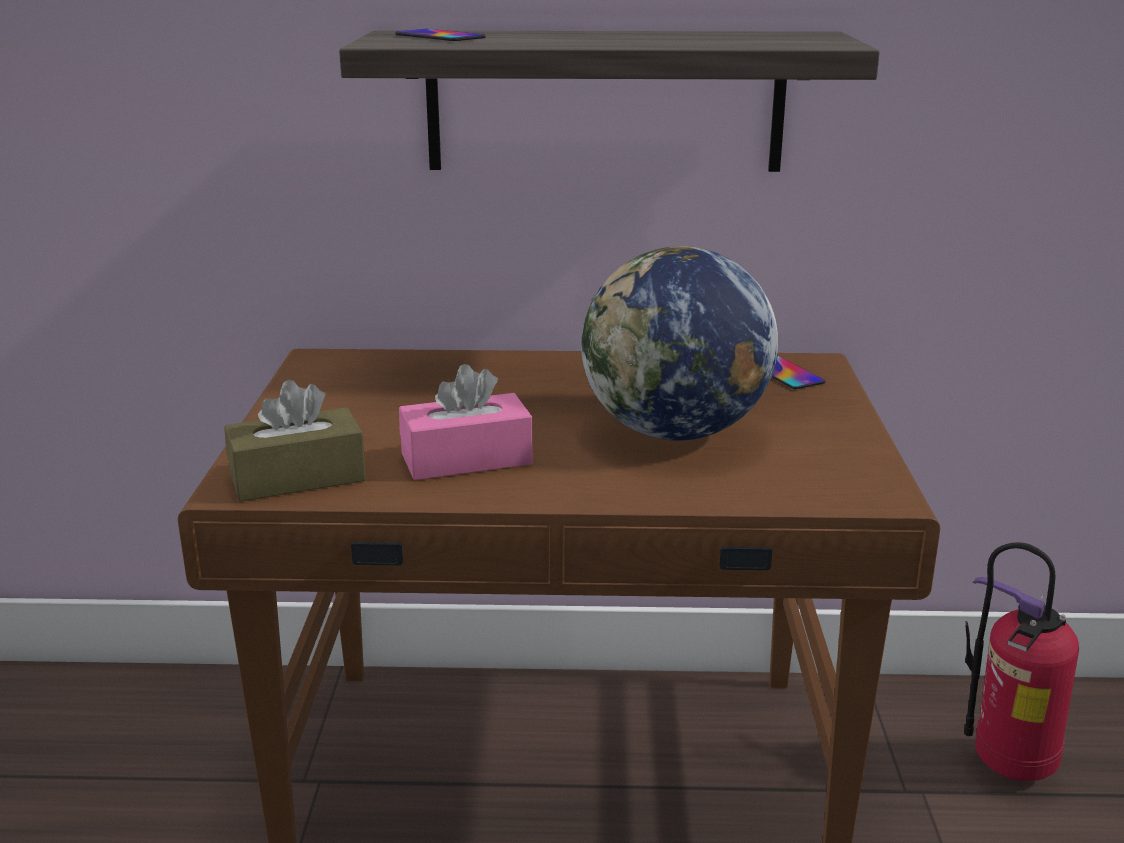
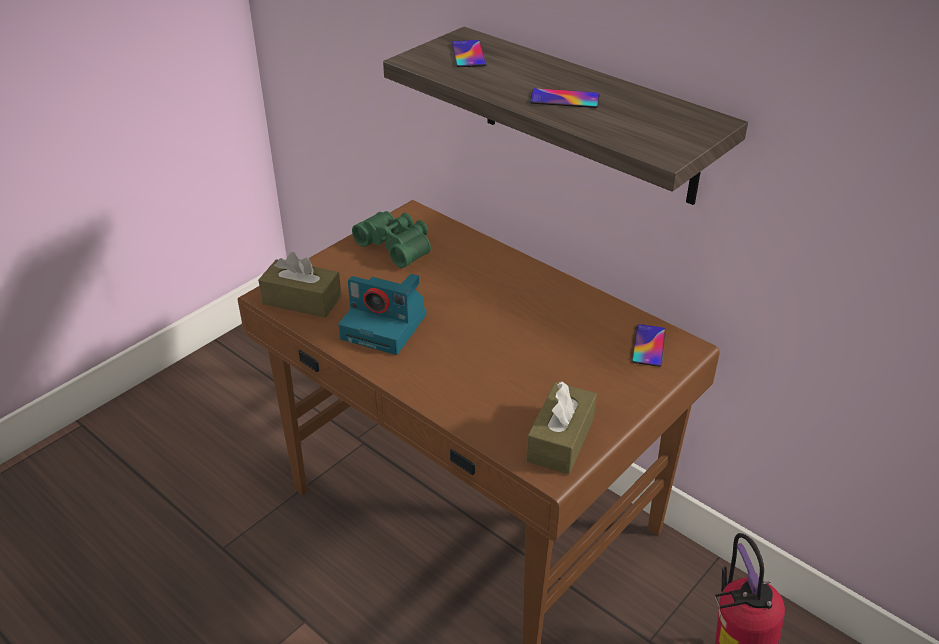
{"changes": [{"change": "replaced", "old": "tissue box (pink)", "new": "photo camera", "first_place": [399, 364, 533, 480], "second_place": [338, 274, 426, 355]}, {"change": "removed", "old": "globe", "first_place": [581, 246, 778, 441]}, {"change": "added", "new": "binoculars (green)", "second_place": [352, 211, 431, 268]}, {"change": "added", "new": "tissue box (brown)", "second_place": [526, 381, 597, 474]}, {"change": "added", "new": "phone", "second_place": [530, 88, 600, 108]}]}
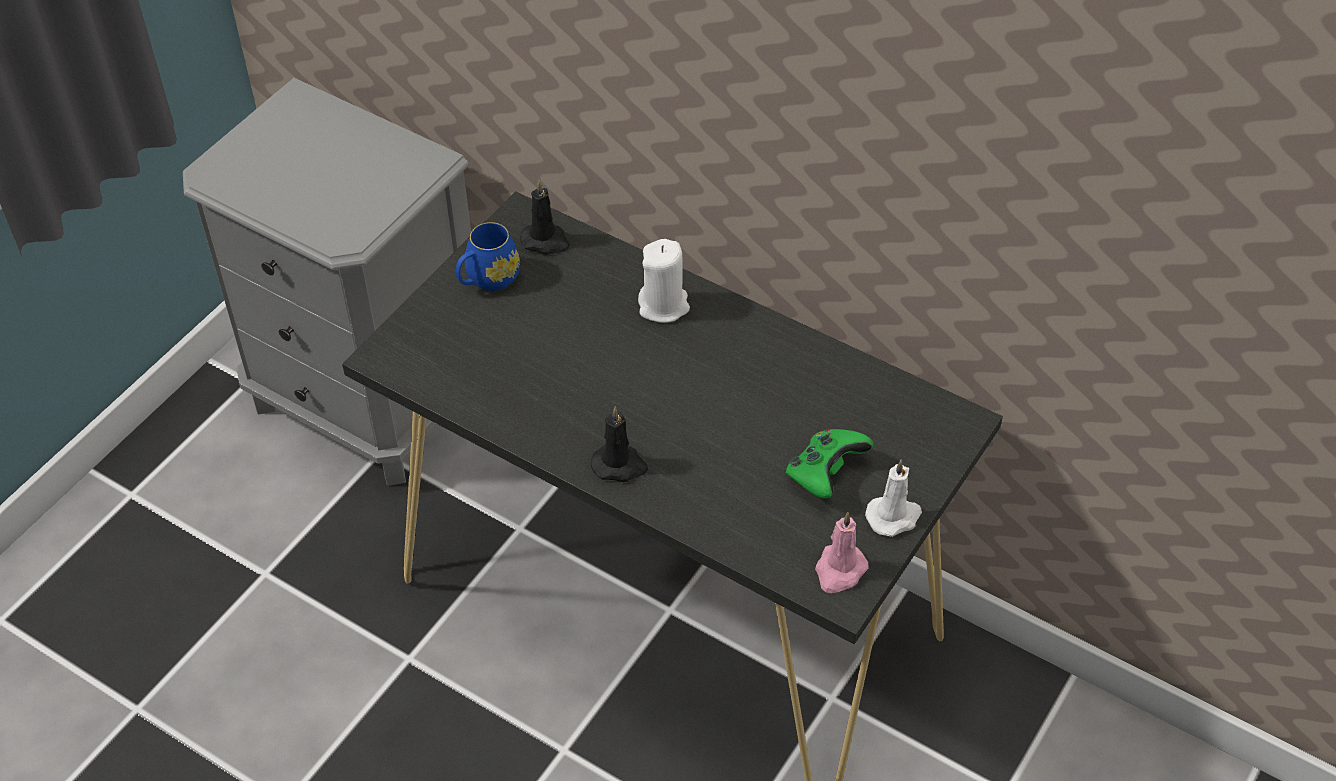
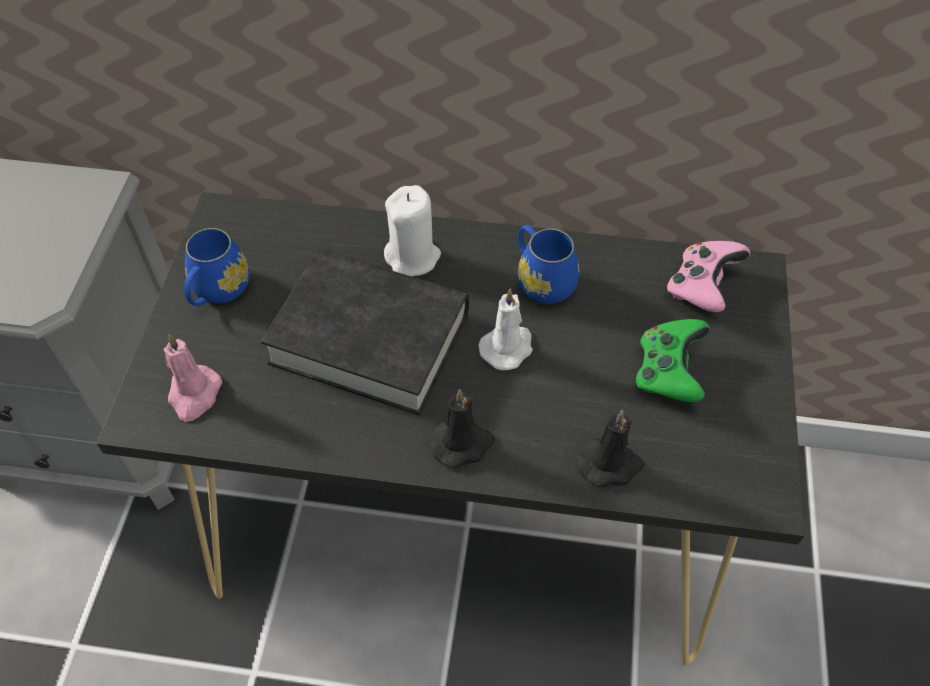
{"changes": [{"change": "moved", "old": "candle (black)", "first_place": [520, 180, 570, 255], "second_place": [578, 410, 644, 487]}, {"change": "moved", "old": "candle (pink)", "first_place": [815, 512, 868, 593], "second_place": [163, 334, 222, 422]}, {"change": "moved", "old": "candle (white)", "first_place": [865, 459, 922, 537], "second_place": [479, 288, 533, 370]}, {"change": "added", "new": "book (black)", "second_place": [261, 249, 469, 415]}, {"change": "added", "new": "mug (blue)", "second_place": [518, 225, 579, 304]}, {"change": "added", "new": "game controller (pink)", "second_place": [667, 241, 750, 312]}]}
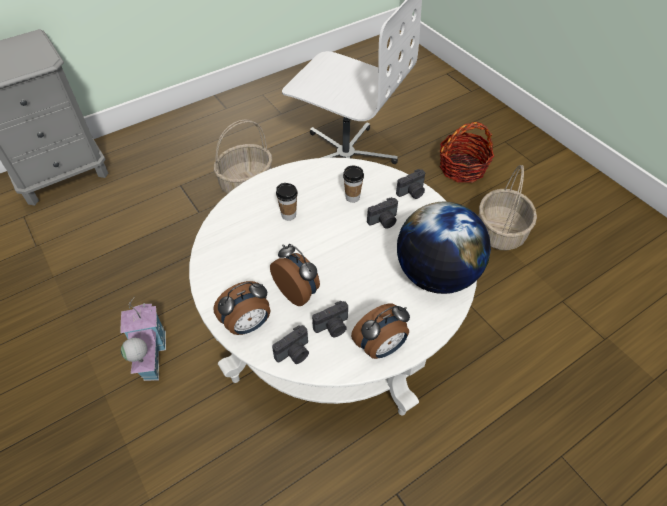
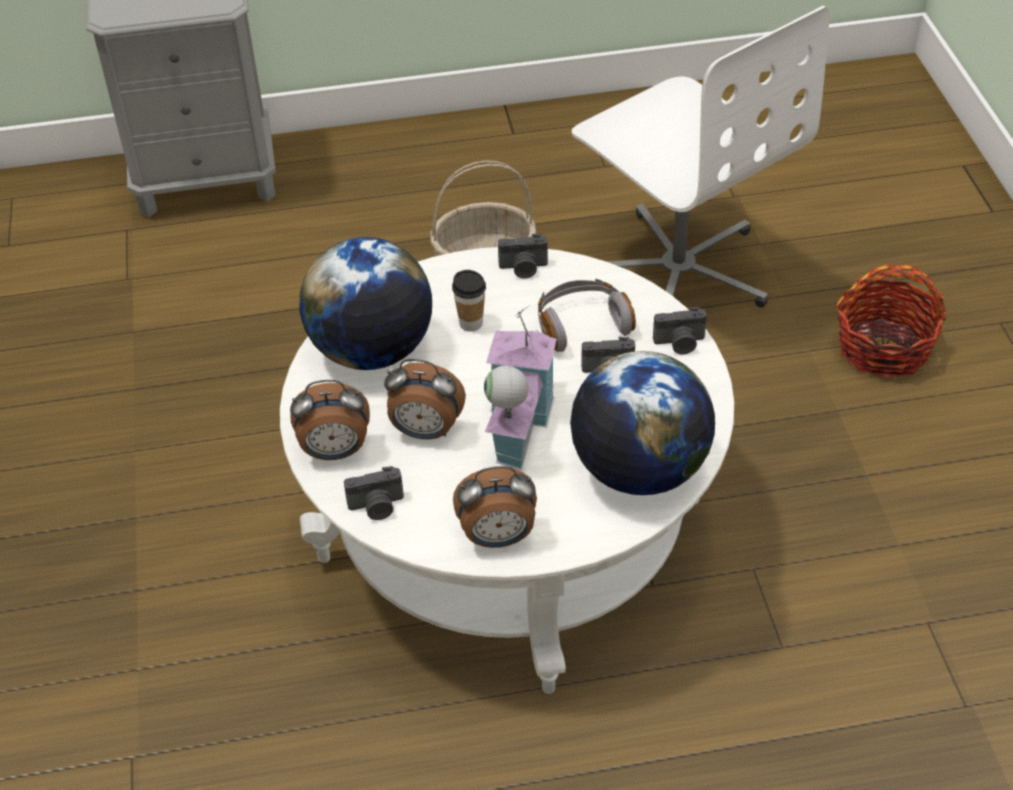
{"changes": [{"change": "moved", "old": "toy house", "first_place": [121, 298, 166, 381], "second_place": [484, 305, 556, 470]}, {"change": "turned", "old": "alarm clock", "first_place": [270, 244, 320, 306], "second_place": [384, 359, 466, 440], "degrees": 120}, {"change": "moved", "old": "photo camera", "first_place": [312, 301, 348, 337], "second_place": [498, 234, 548, 279]}, {"change": "replaced", "old": "cup", "new": "headphones (grey)", "first_place": [343, 166, 364, 203], "second_place": [538, 279, 636, 352]}, {"change": "removed", "old": "basket", "first_place": [478, 165, 537, 250]}, {"change": "added", "new": "globe", "second_place": [299, 237, 432, 370]}]}
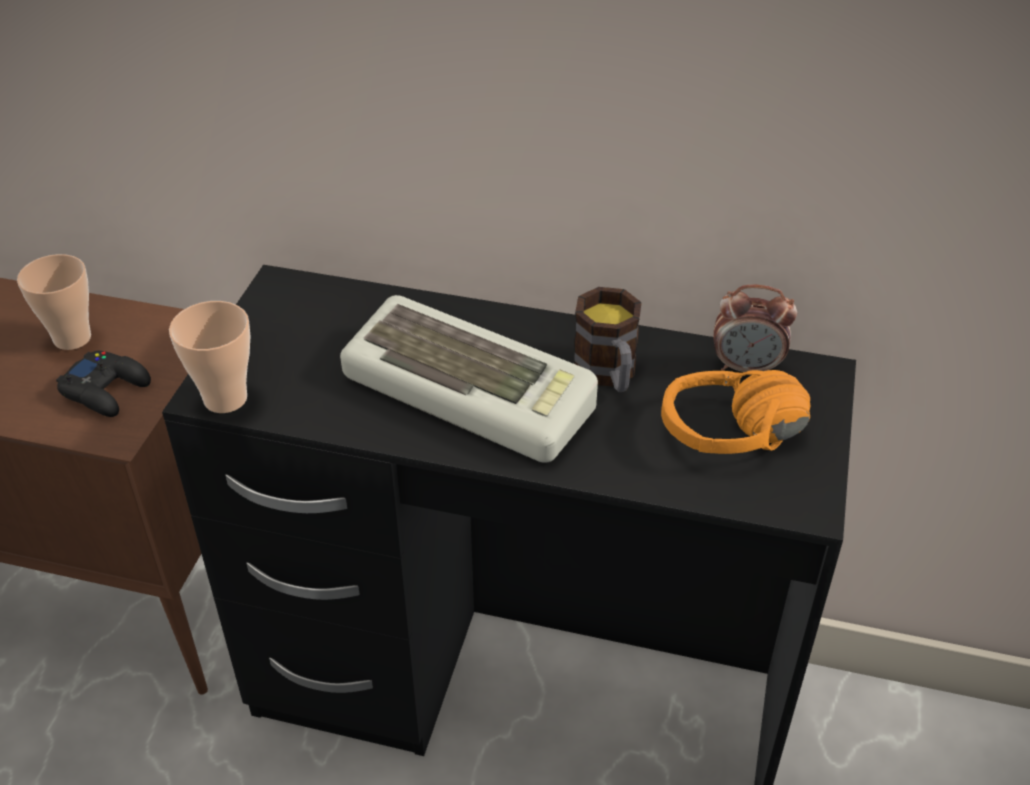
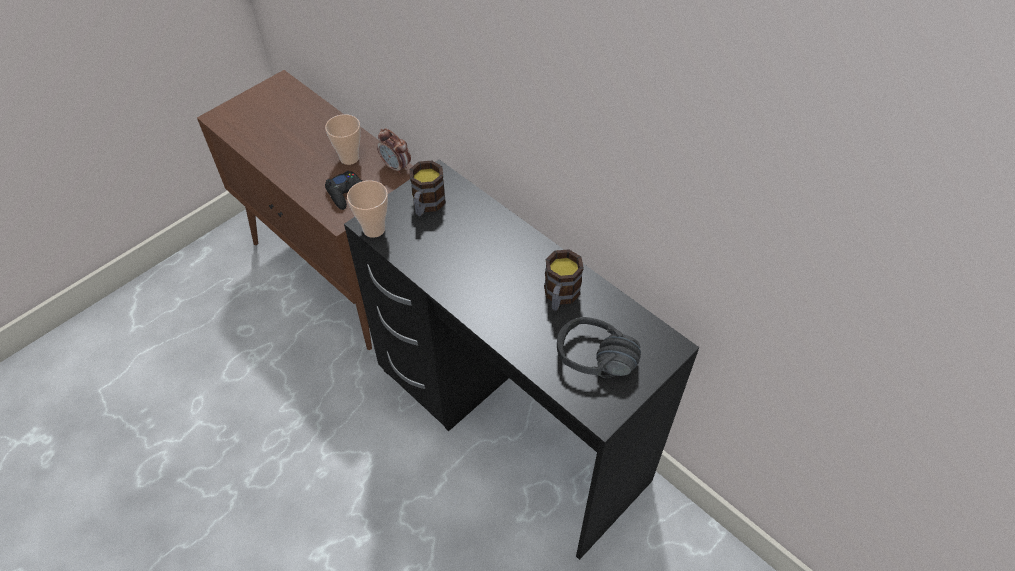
{"changes": [{"change": "removed", "old": "keyboard", "first_place": [340, 295, 598, 463]}, {"change": "recoloured", "old": "headphones (orange)", "new": "headphones (black)", "first_place": [661, 370, 811, 454], "second_place": [557, 317, 641, 378]}, {"change": "moved", "old": "alarm clock", "first_place": [713, 285, 797, 372], "second_place": [377, 128, 411, 174]}, {"change": "added", "new": "mug", "second_place": [409, 161, 446, 216]}]}
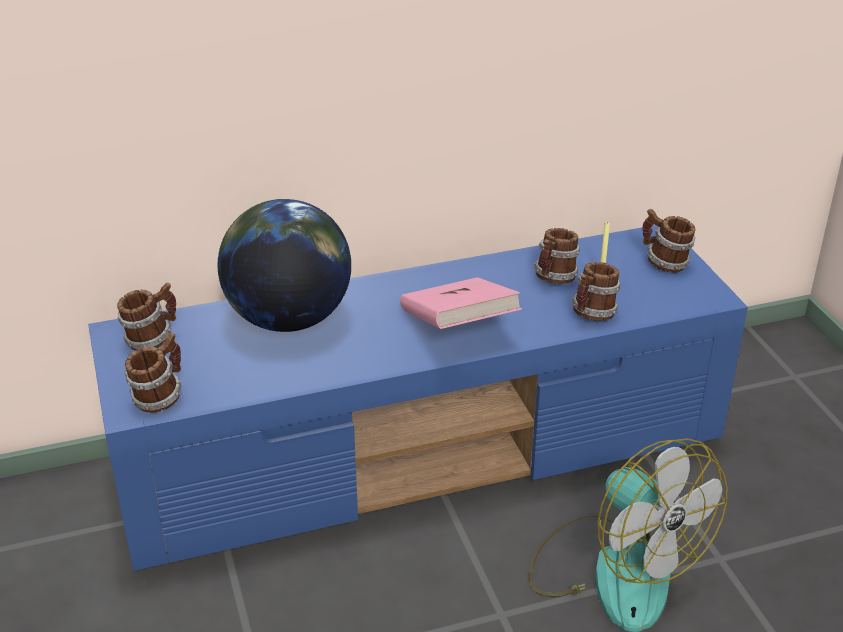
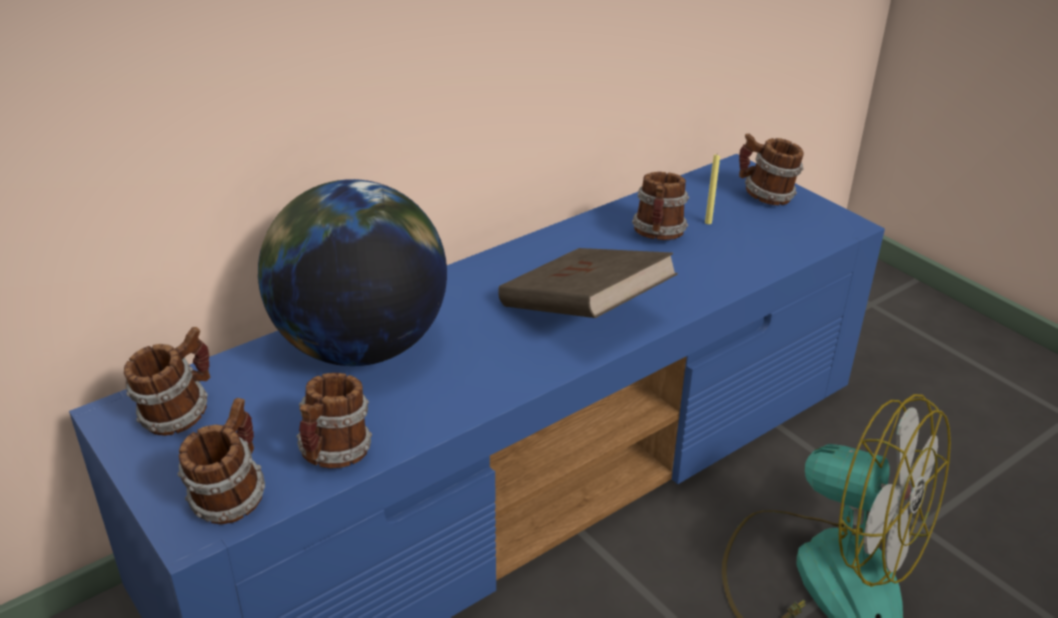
{"changes": [{"change": "recoloured", "old": "book (pink)", "new": "book (brown)", "first_place": [400, 277, 522, 329], "second_place": [498, 248, 678, 318]}, {"change": "moved", "old": "mug", "first_place": [572, 262, 621, 321], "second_place": [297, 373, 372, 468]}]}
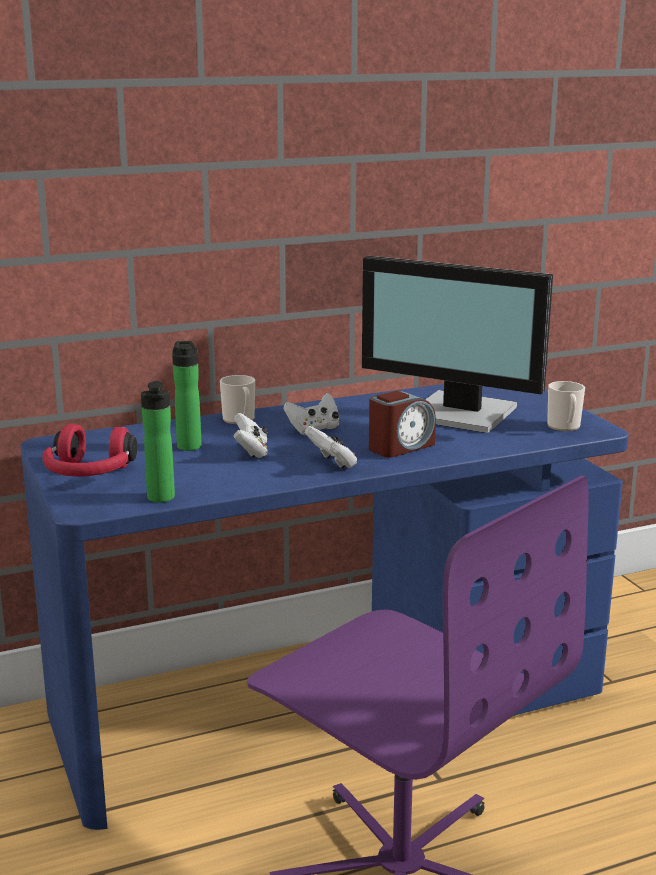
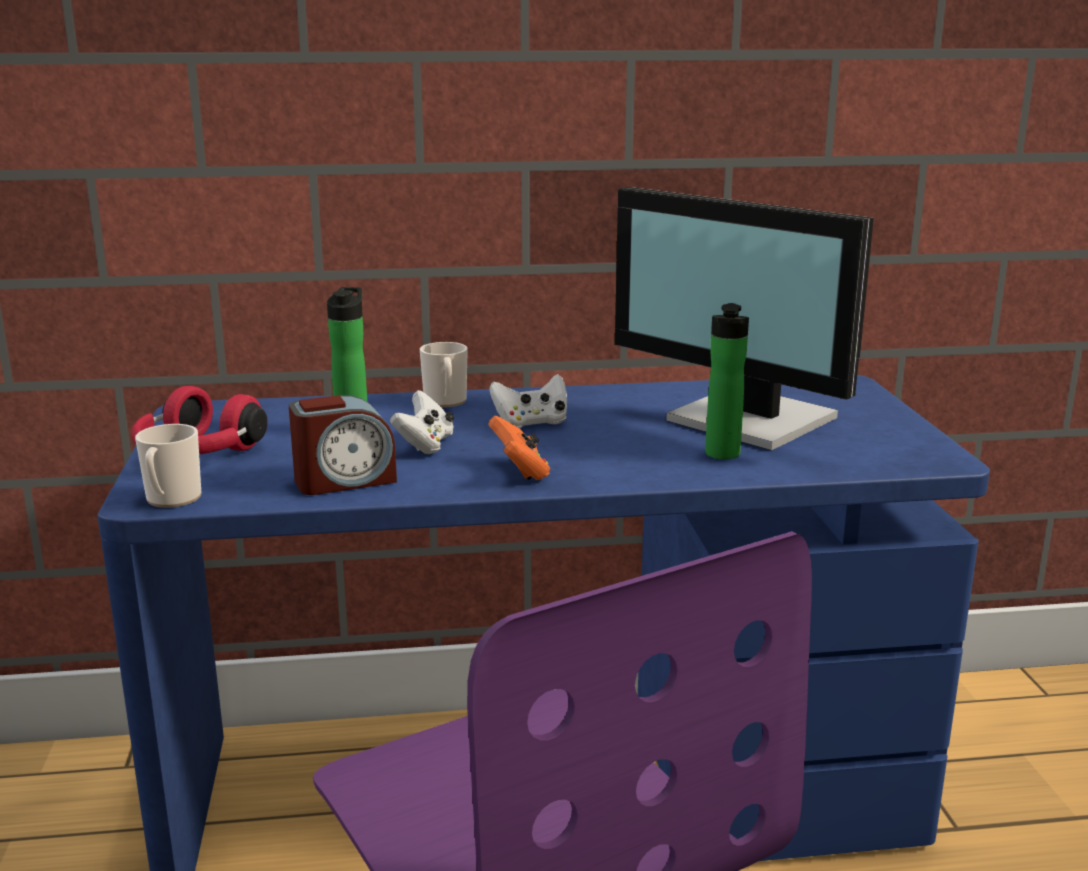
{"changes": [{"change": "moved", "old": "bottle", "first_place": [141, 381, 175, 503], "second_place": [705, 303, 749, 459]}, {"change": "recoloured", "old": "game controller (white)", "new": "game controller (orange)", "first_place": [305, 426, 357, 469], "second_place": [488, 416, 550, 480]}, {"change": "moved", "old": "alarm clock", "first_place": [369, 391, 436, 458], "second_place": [289, 395, 397, 495]}, {"change": "moved", "old": "mug", "first_place": [547, 381, 585, 431], "second_place": [135, 424, 201, 508]}]}
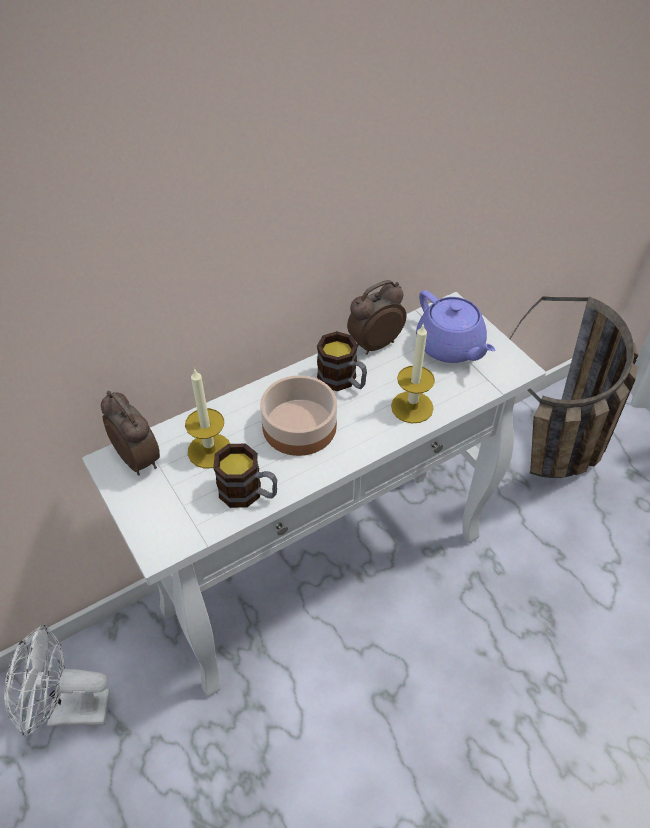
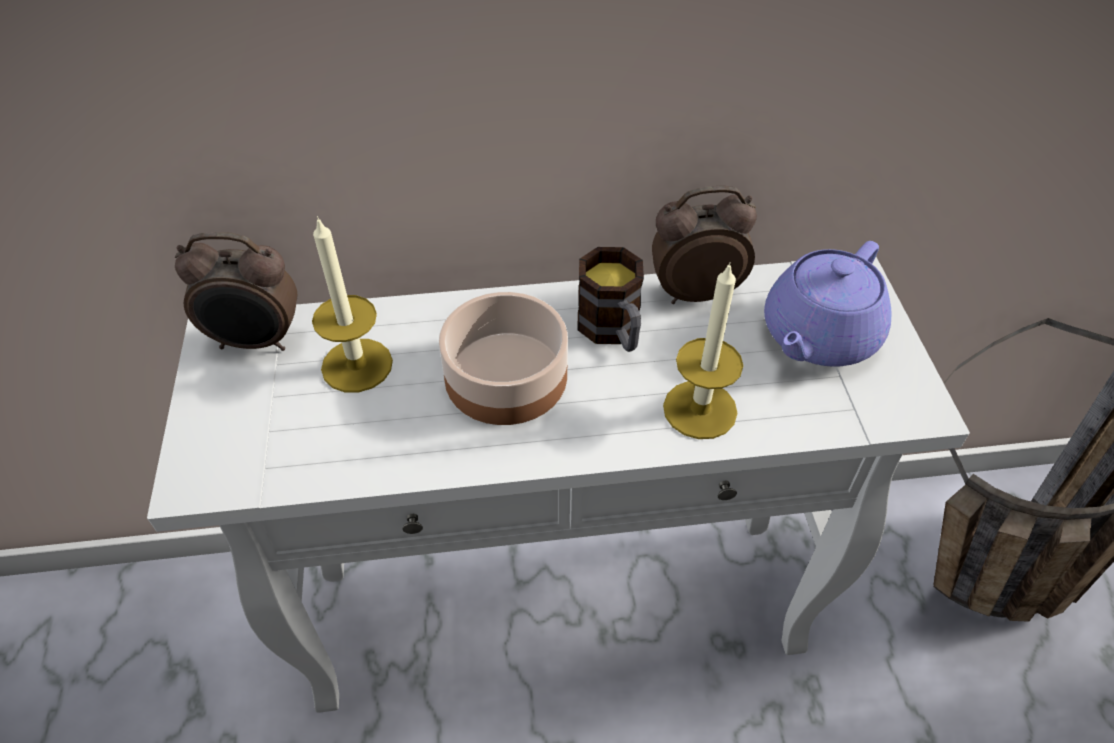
{"changes": [{"change": "removed", "old": "fan (white)", "first_place": [4, 624, 111, 737]}, {"change": "turned", "old": "alarm clock", "first_place": [101, 391, 160, 475], "second_place": [175, 232, 297, 351], "degrees": 105}, {"change": "removed", "old": "mug", "first_place": [213, 444, 277, 508]}, {"change": "turned", "old": "teapot (purple)", "first_place": [416, 290, 495, 363], "second_place": [764, 241, 891, 367], "degrees": 45}]}
